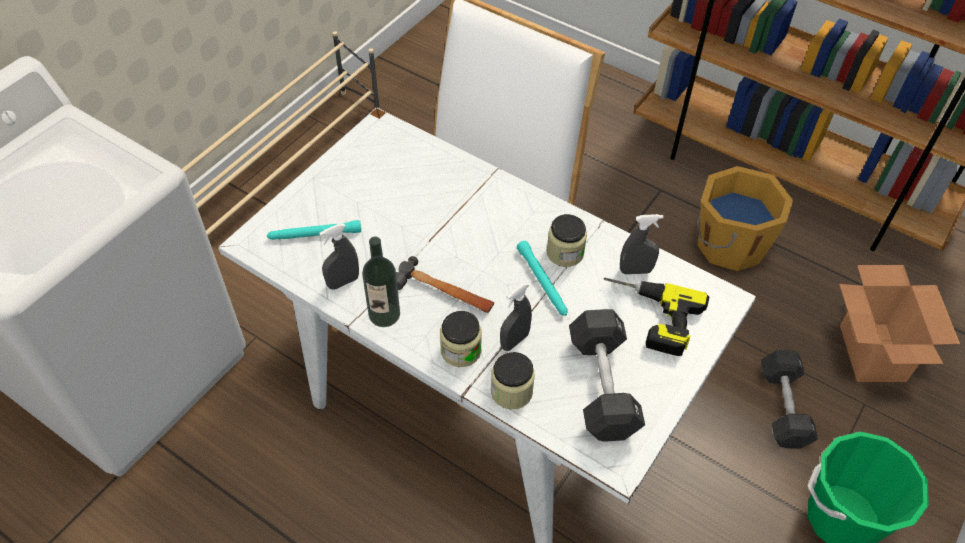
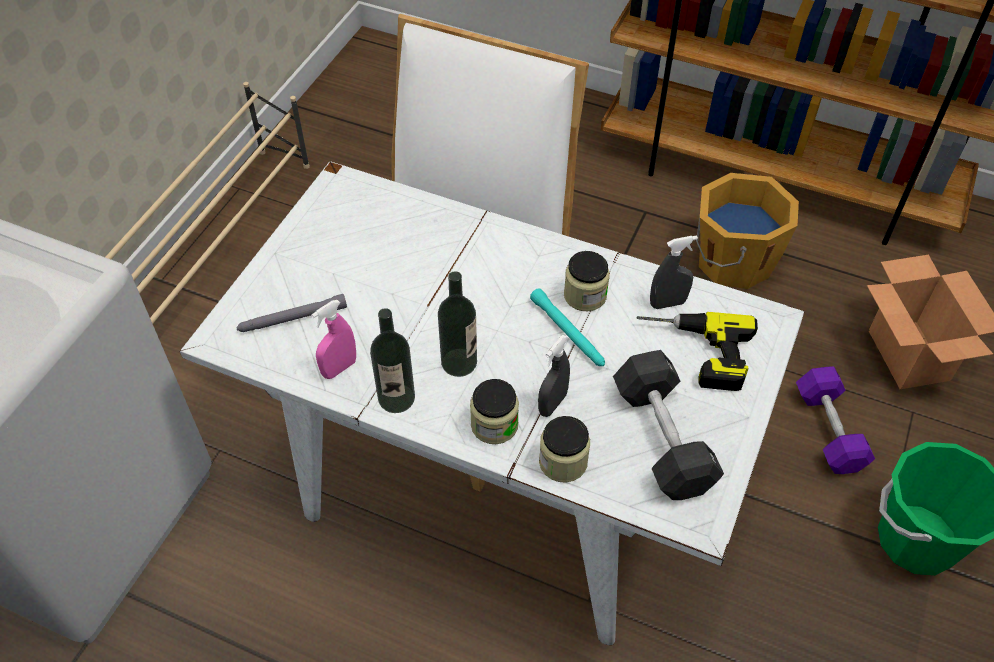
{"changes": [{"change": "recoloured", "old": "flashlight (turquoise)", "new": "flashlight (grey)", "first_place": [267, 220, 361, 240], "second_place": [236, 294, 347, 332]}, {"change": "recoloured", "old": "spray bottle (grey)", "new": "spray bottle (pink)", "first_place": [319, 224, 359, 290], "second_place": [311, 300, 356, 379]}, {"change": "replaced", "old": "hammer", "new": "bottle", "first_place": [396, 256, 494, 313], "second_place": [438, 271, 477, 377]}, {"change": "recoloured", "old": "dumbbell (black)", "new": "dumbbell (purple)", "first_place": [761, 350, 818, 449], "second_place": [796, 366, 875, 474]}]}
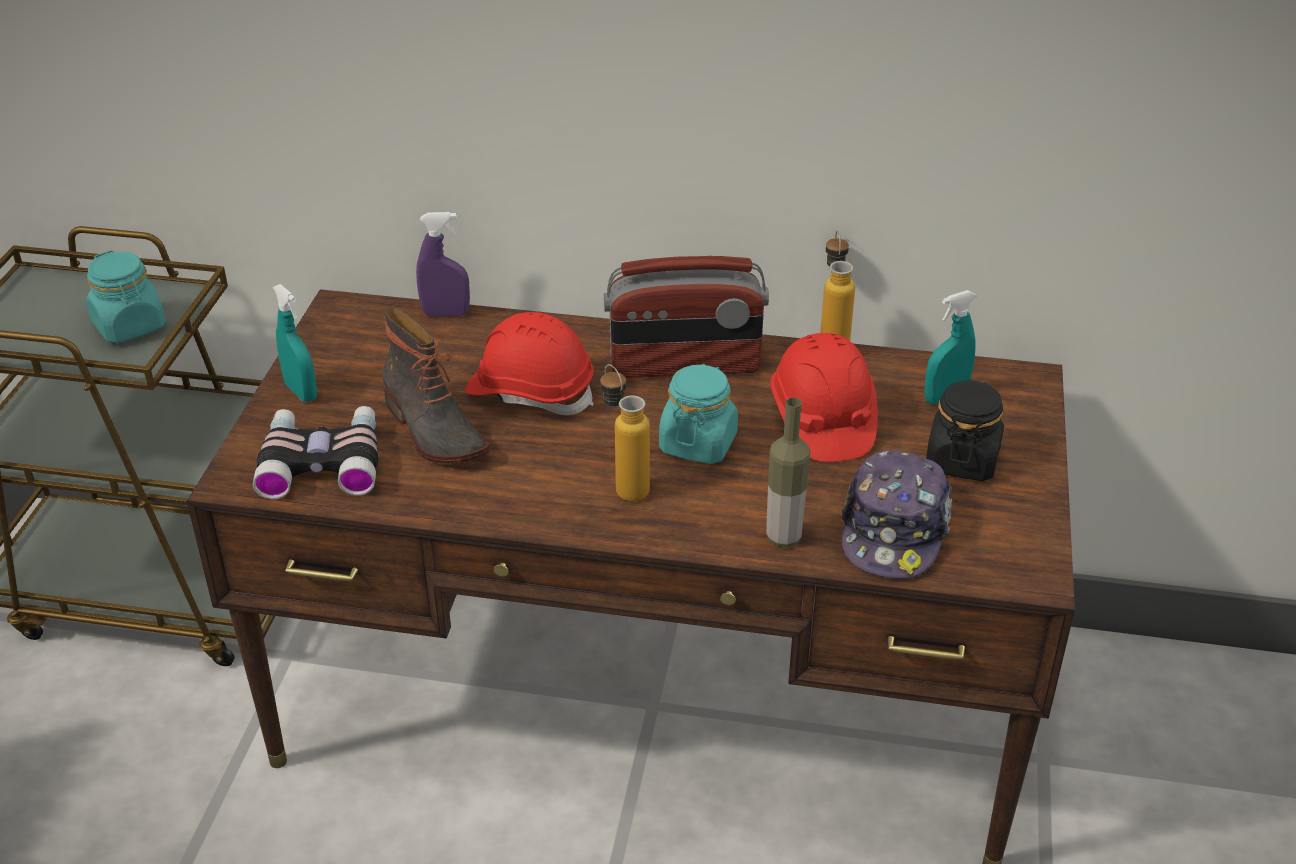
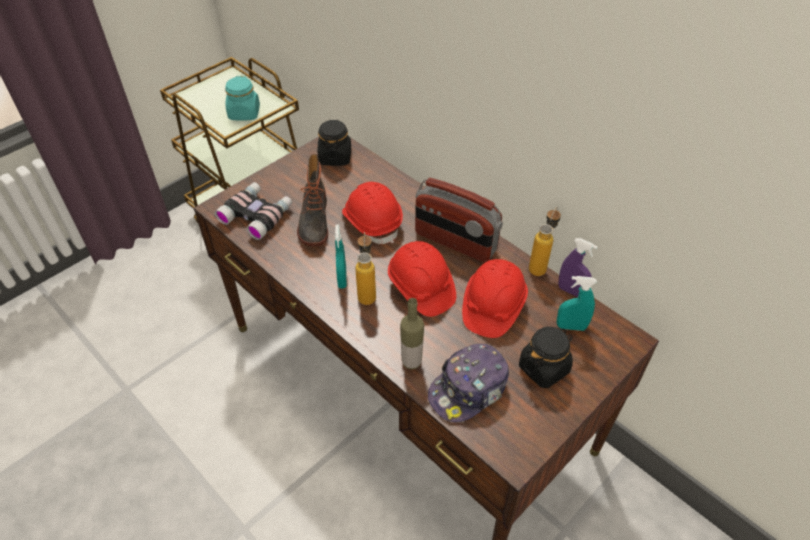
{"changes": [{"change": "moved", "old": "spray bottle (turquoise)", "first_place": [273, 284, 317, 402], "second_place": [335, 225, 347, 289]}, {"change": "moved", "old": "spray bottle (purple)", "first_place": [416, 212, 470, 316], "second_place": [558, 238, 598, 297]}, {"change": "replaced", "old": "jar (turquoise)", "new": "hard hat (red)", "first_place": [659, 364, 738, 464], "second_place": [388, 241, 456, 317]}, {"change": "added", "new": "jar (black)", "second_place": [317, 120, 351, 166]}]}
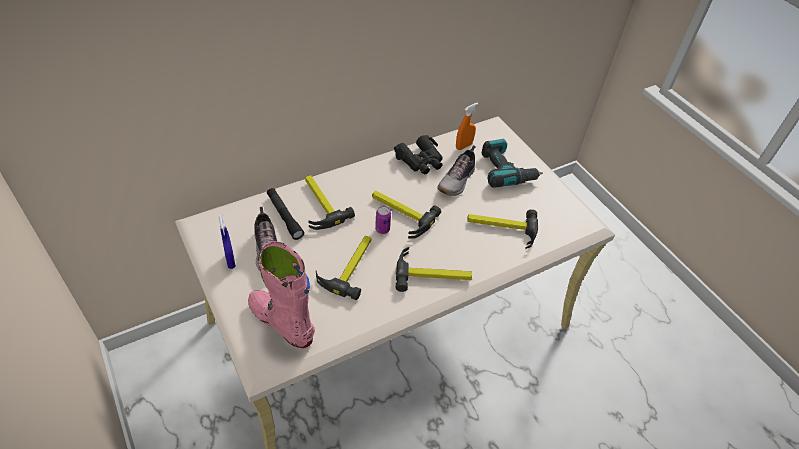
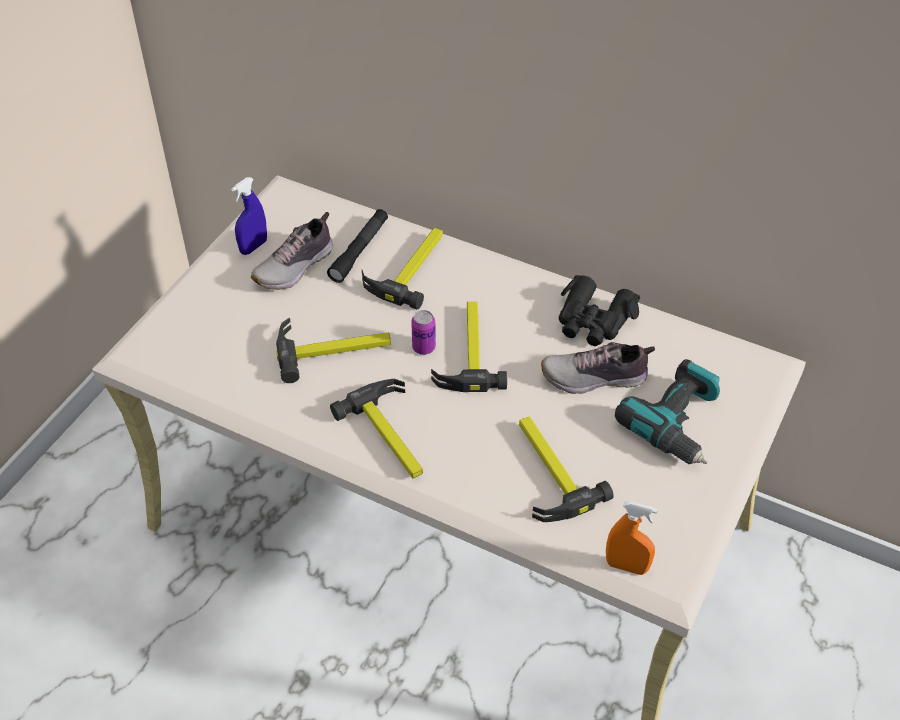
{"changes": [{"change": "removed", "old": "boot (pink)", "first_place": [248, 241, 315, 348]}, {"change": "moved", "old": "spray bottle (orange)", "first_place": [456, 102, 478, 150], "second_place": [606, 501, 658, 575]}]}
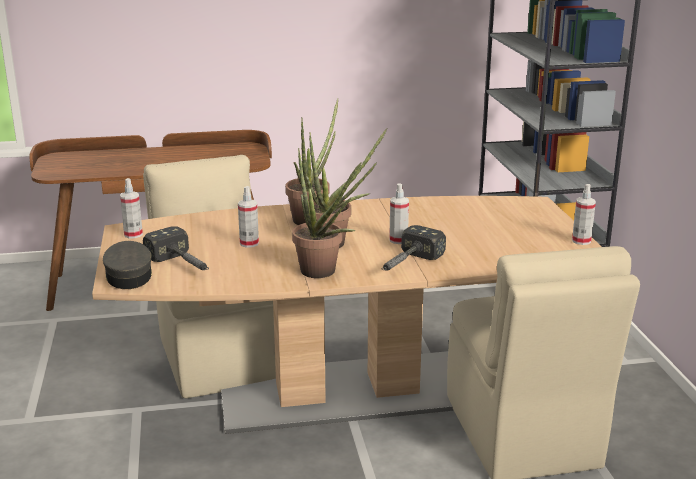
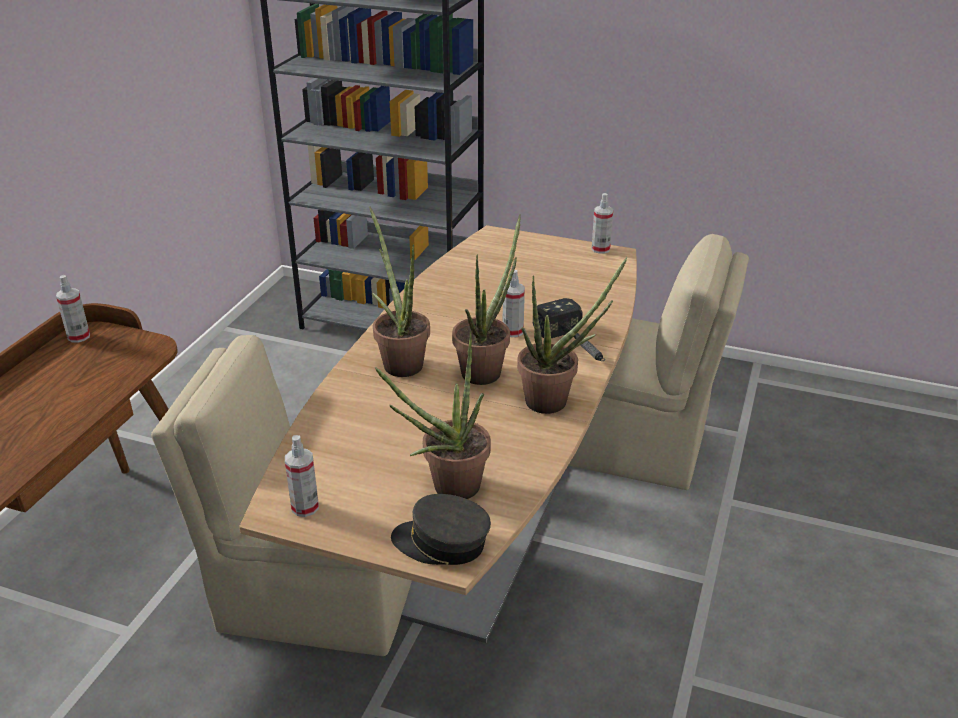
{"changes": [{"change": "replaced", "old": "hammer", "new": "potted plant", "first_place": [143, 226, 209, 270], "second_place": [375, 332, 491, 499]}, {"change": "moved", "old": "spray bottle", "first_place": [238, 186, 259, 248], "second_place": [56, 275, 90, 343]}]}
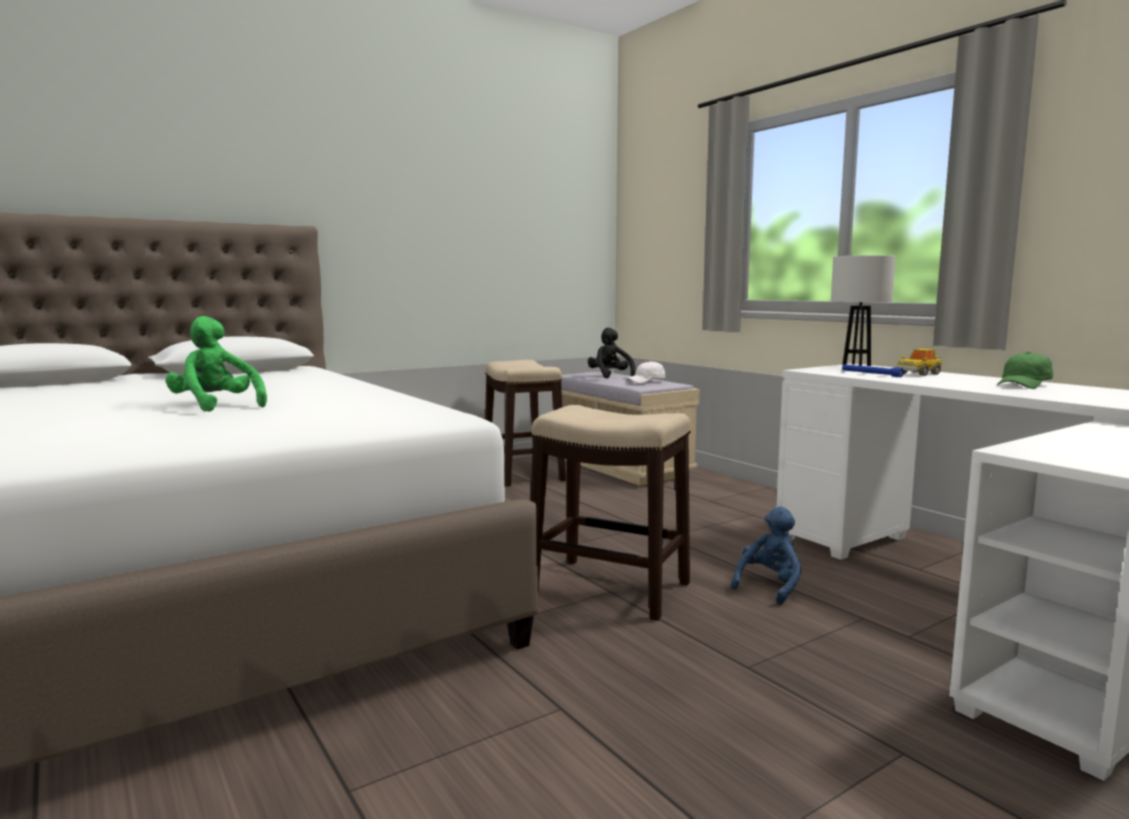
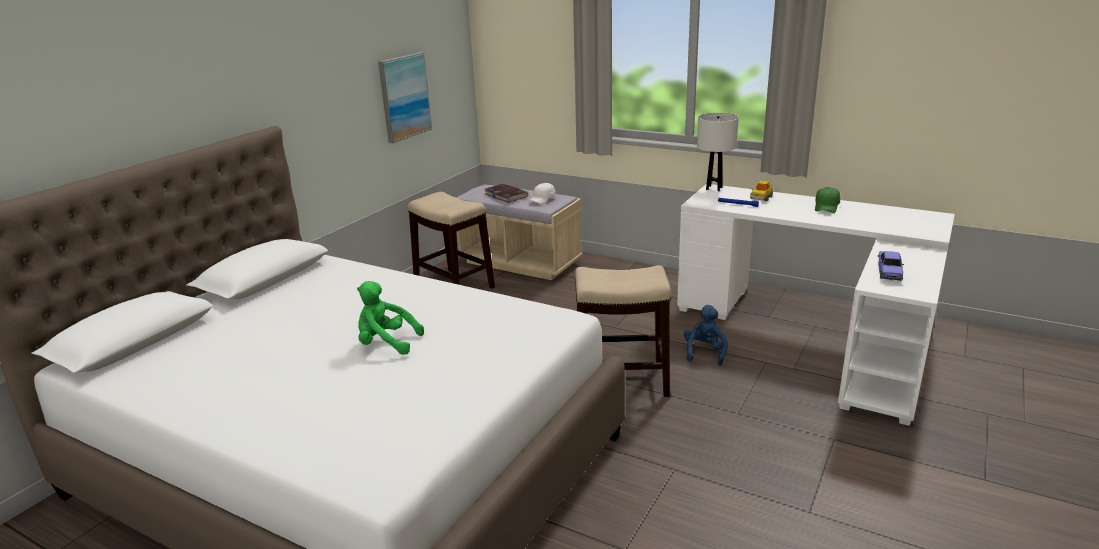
{"changes": [{"change": "replaced", "old": "plush toy (black)", "new": "book", "first_place": [588, 328, 636, 378], "second_place": [484, 184, 528, 203]}, {"change": "added", "new": "picture", "second_place": [378, 52, 432, 143]}, {"change": "added", "new": "toy car", "second_place": [878, 251, 904, 281]}]}
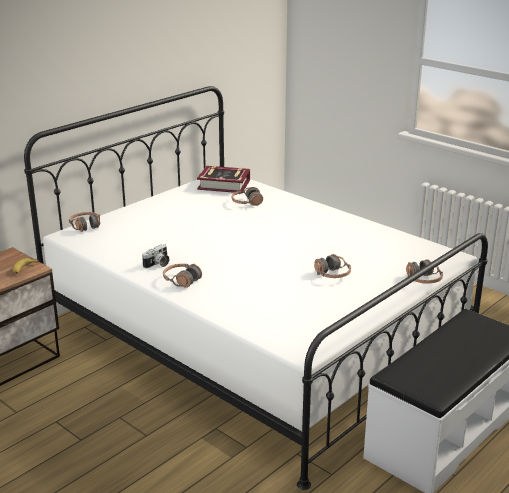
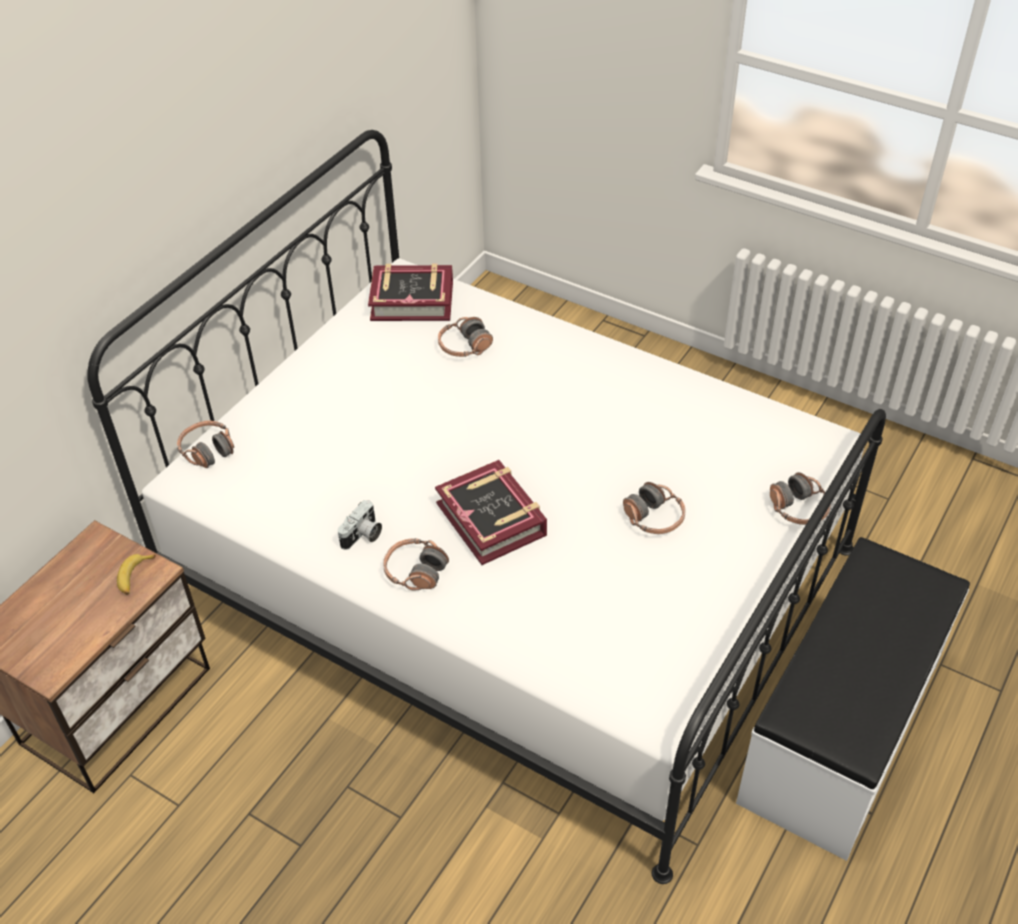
{"changes": [{"change": "added", "new": "book", "second_place": [435, 460, 547, 565]}]}
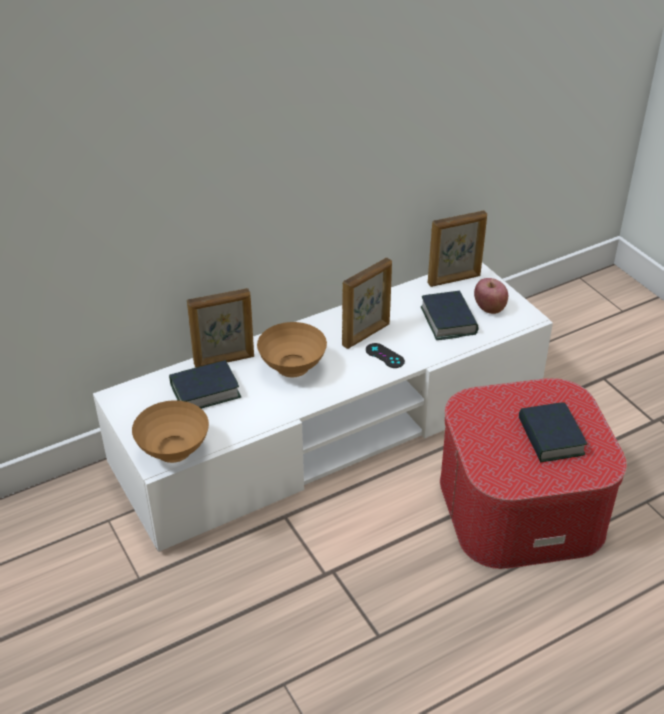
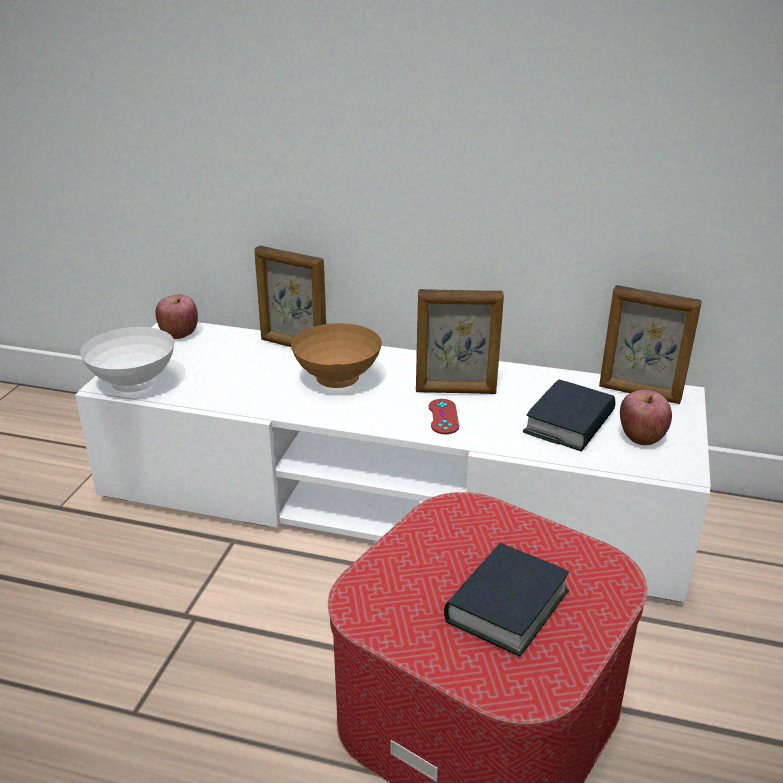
{"changes": [{"change": "recoloured", "old": "bowl (brown)", "new": "bowl (white)", "first_place": [132, 400, 209, 463], "second_place": [80, 327, 175, 392]}, {"change": "removed", "old": "book", "first_place": [169, 360, 241, 409]}, {"change": "recoloured", "old": "game controller (black)", "new": "game controller (red)", "first_place": [366, 343, 405, 368], "second_place": [429, 399, 459, 434]}, {"change": "added", "new": "apple", "second_place": [155, 294, 198, 339]}]}
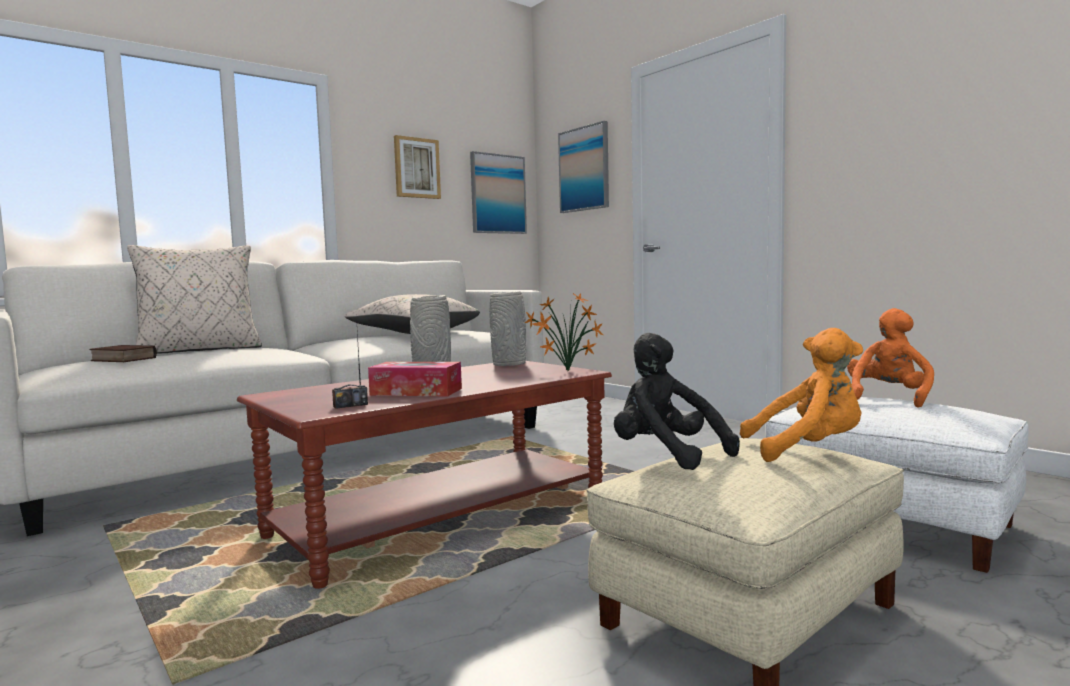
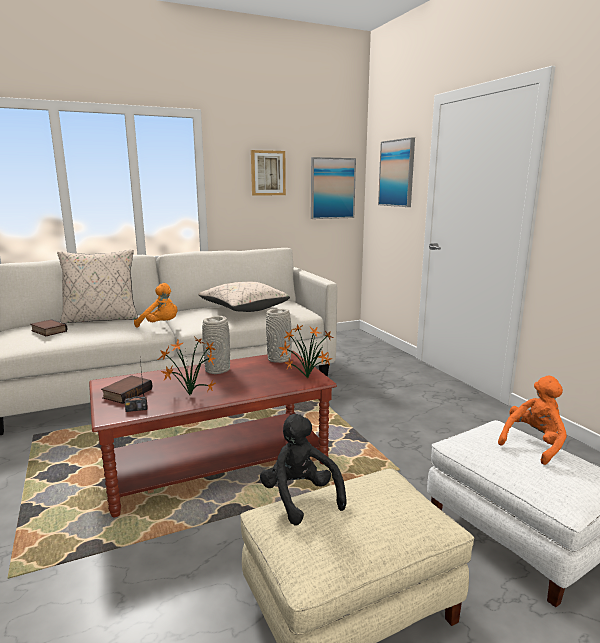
{"changes": [{"change": "replaced", "old": "tissue box", "new": "potted plant", "first_place": [368, 362, 462, 396], "second_place": [157, 336, 216, 396]}, {"change": "moved", "old": "plush toy (orange)", "first_place": [740, 328, 863, 462], "second_place": [134, 283, 178, 328]}, {"change": "added", "new": "book", "second_place": [101, 375, 153, 404]}]}
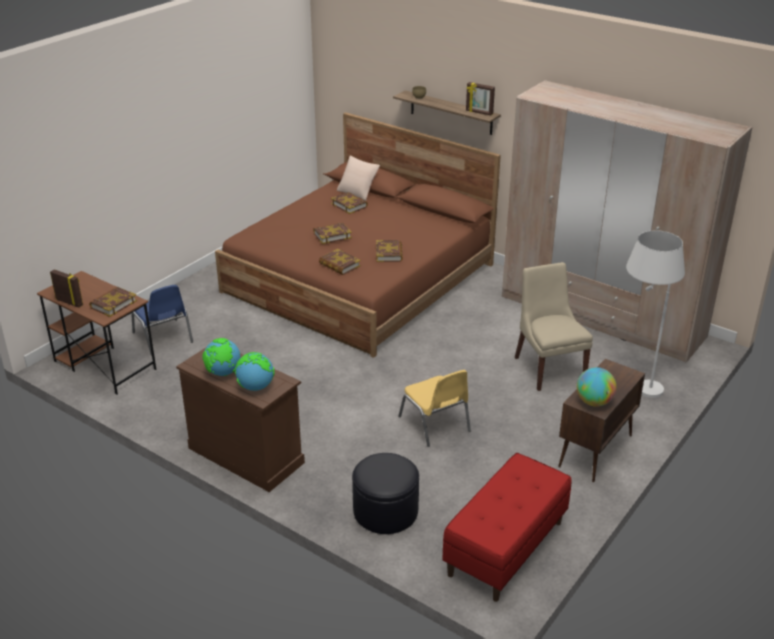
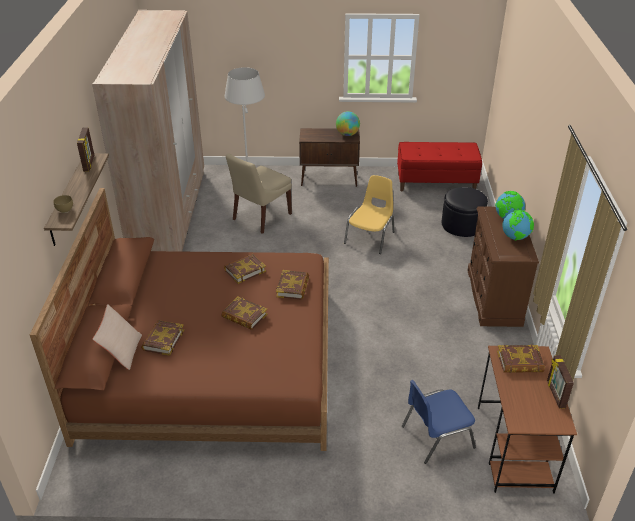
{"changes": [{"change": "turned", "old": "chair (blue)", "first_place": [131, 285, 193, 356], "second_place": [402, 380, 476, 464], "degrees": -135}]}
